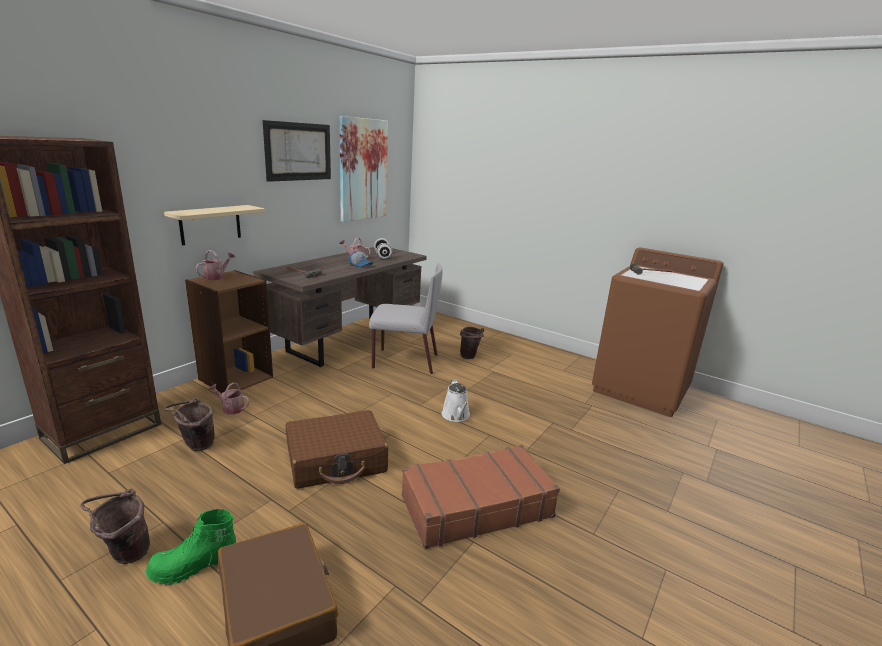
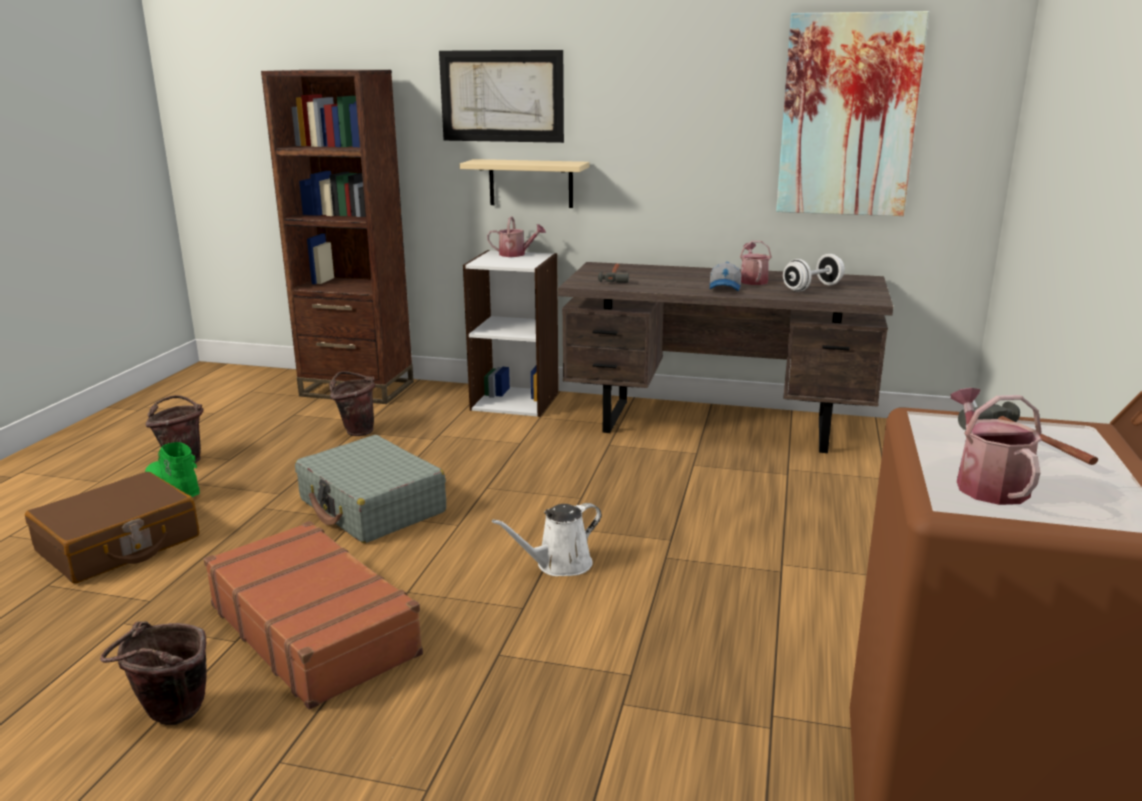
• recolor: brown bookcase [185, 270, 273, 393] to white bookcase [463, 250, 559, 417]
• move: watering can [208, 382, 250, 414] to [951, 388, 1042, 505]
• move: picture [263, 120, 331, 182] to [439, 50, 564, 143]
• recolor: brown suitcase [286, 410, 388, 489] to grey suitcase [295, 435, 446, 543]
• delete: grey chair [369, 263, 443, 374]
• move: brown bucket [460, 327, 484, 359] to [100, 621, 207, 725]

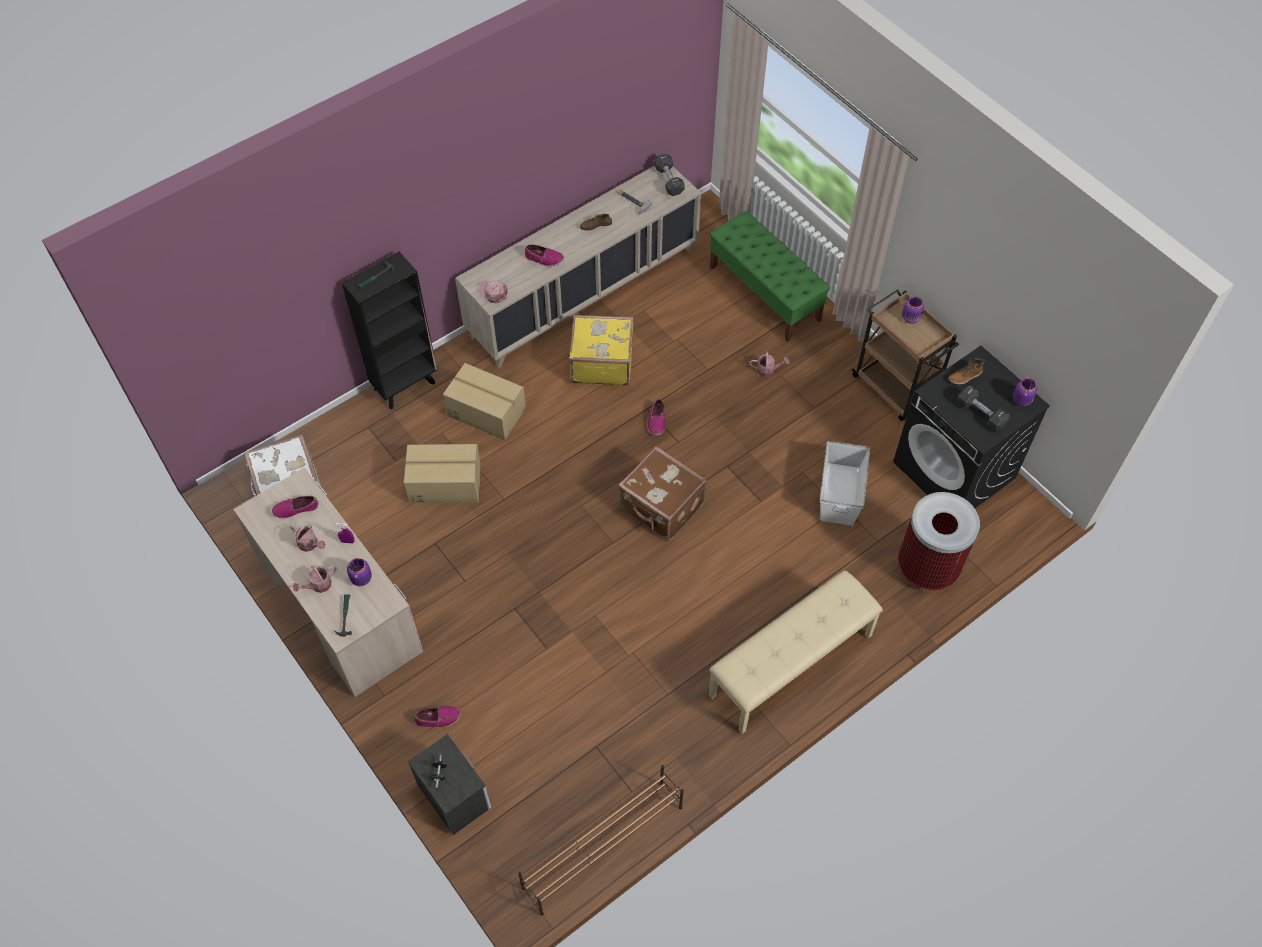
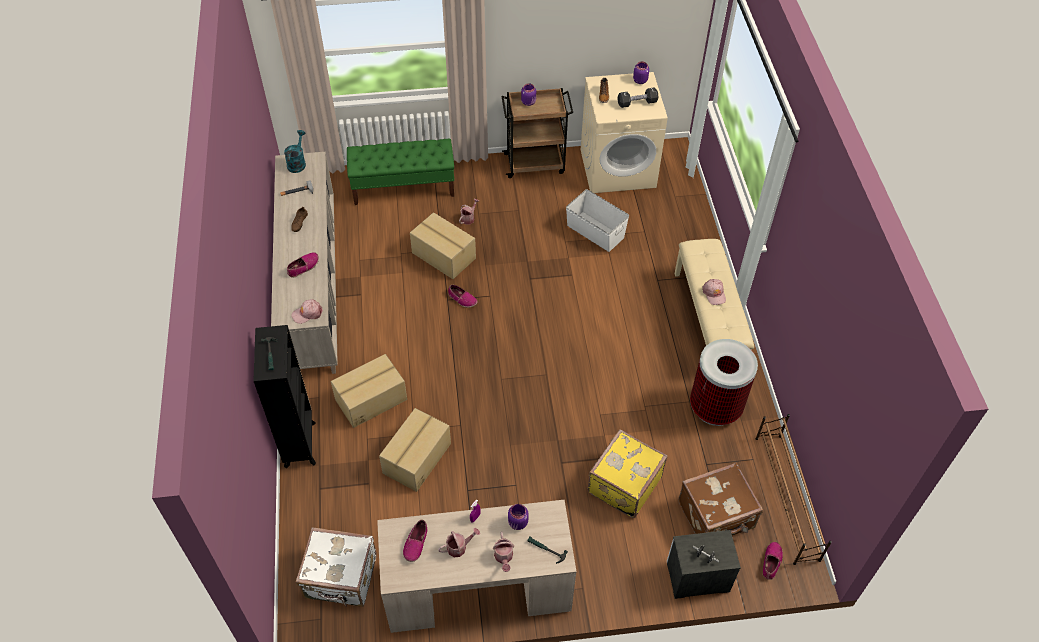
• move: shoe [415, 706, 461, 727] to [763, 542, 783, 580]
• move: yellow suitcase [569, 315, 634, 386] to [587, 429, 668, 518]
• move: brown suitcase [618, 446, 707, 541] to [678, 463, 763, 535]
• replace: black dumbbell [654, 154, 685, 196] to turquoise watering can [284, 130, 306, 173]
• recolor: black washing machine [893, 346, 1050, 508] to beige washing machine [581, 72, 668, 193]
• move: trash can [898, 492, 980, 590] to [690, 339, 758, 426]
• insert: cardboard box [410, 212, 476, 279]
• insert: pink cap [702, 279, 726, 305]

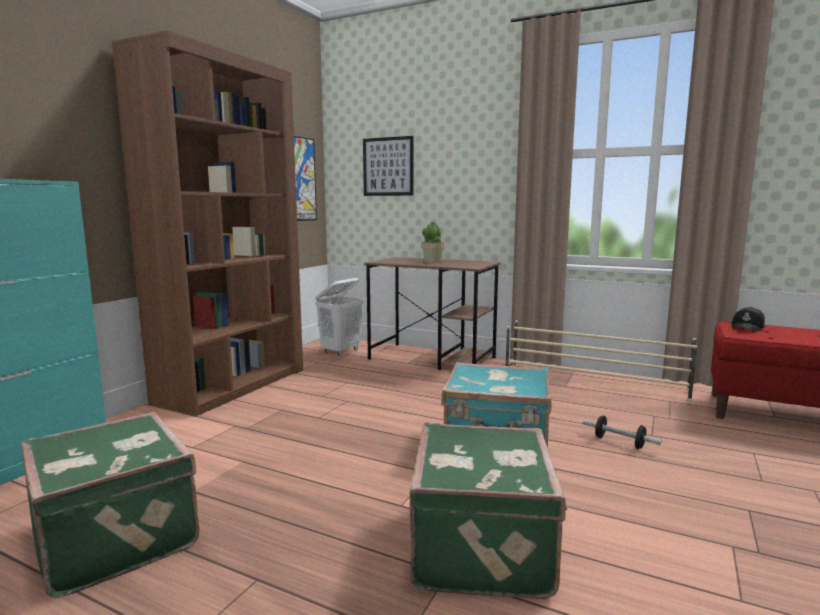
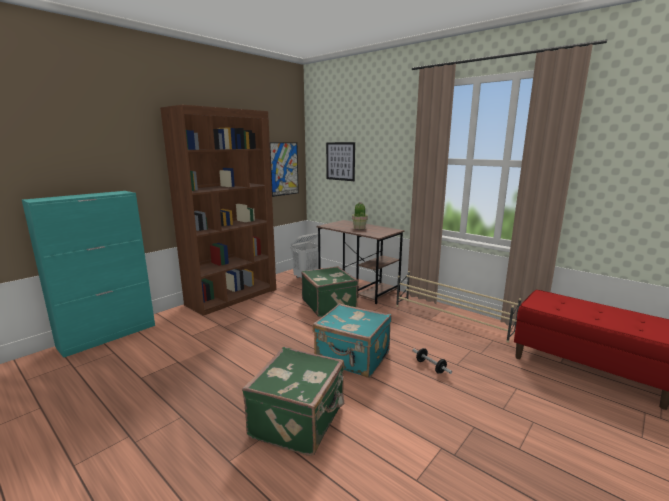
• move: green suitcase [21, 412, 199, 599] to [302, 266, 358, 317]
• delete: black cap [731, 307, 765, 332]

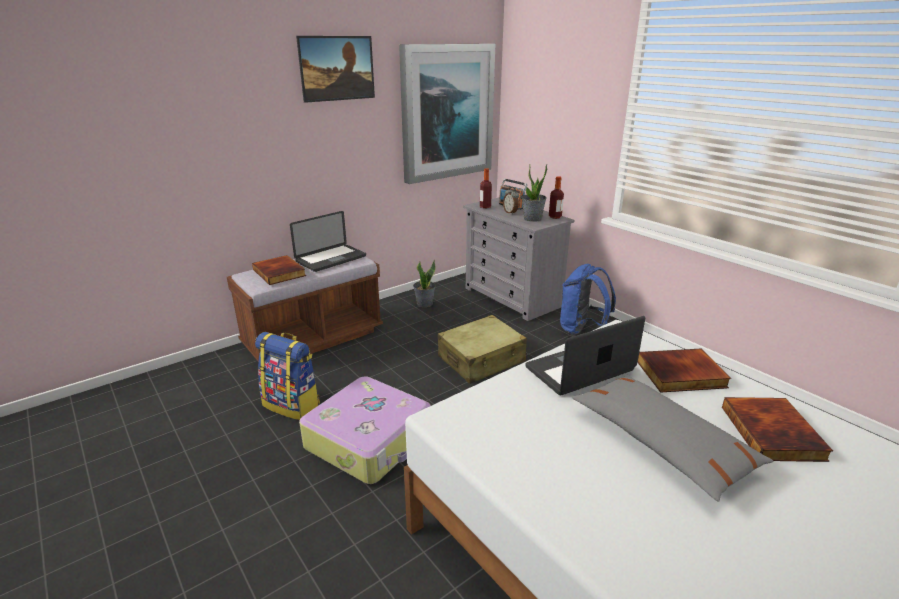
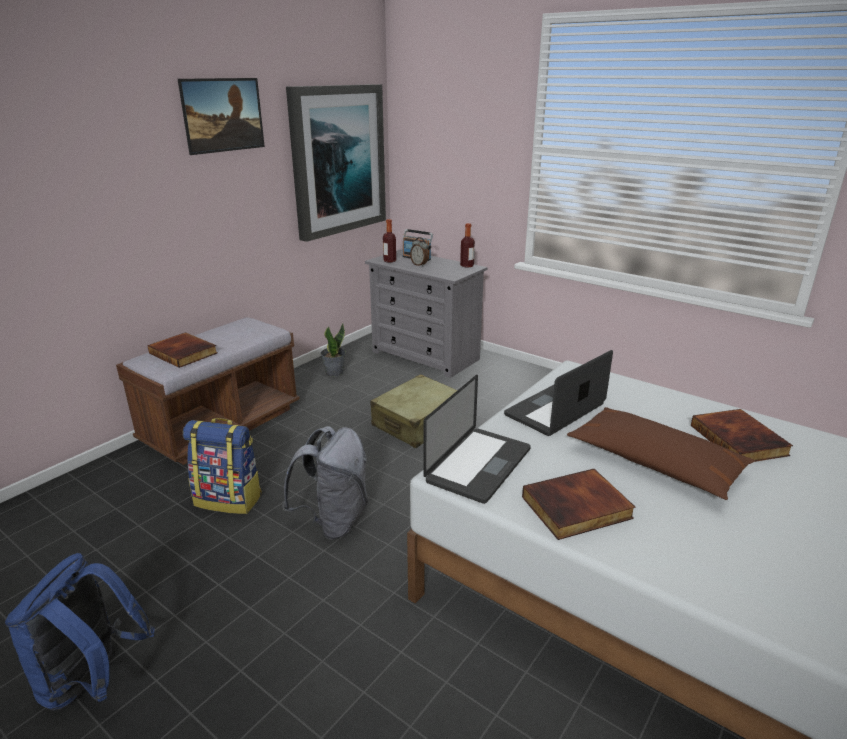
• move: laptop [290, 211, 366, 272] to [423, 375, 531, 504]
• replace: suitcase [299, 377, 431, 484] to grey backpack [282, 426, 368, 539]
• delete: potted plant [522, 165, 547, 222]
• move: blue backpack [560, 264, 616, 335] to [5, 553, 155, 711]
• recolor: grey pillow [572, 375, 774, 502] to brown pillow [567, 407, 755, 500]
• move: book [637, 349, 731, 393] to [522, 469, 635, 540]

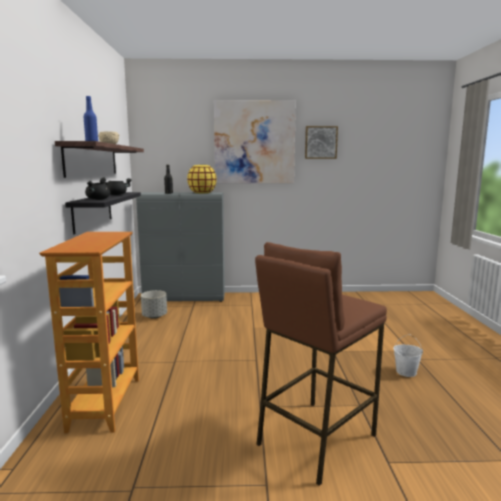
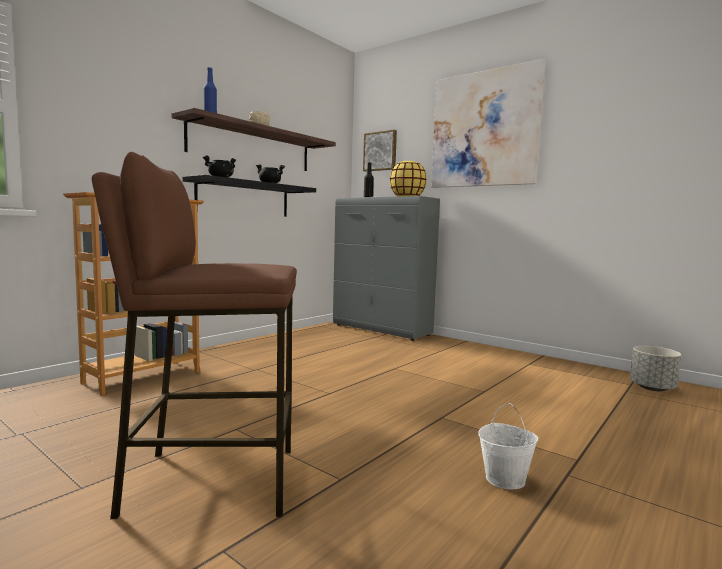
• move: grey planter [141, 290, 167, 319] to [630, 346, 681, 391]
• move: picture [305, 126, 338, 159] to [363, 130, 397, 172]

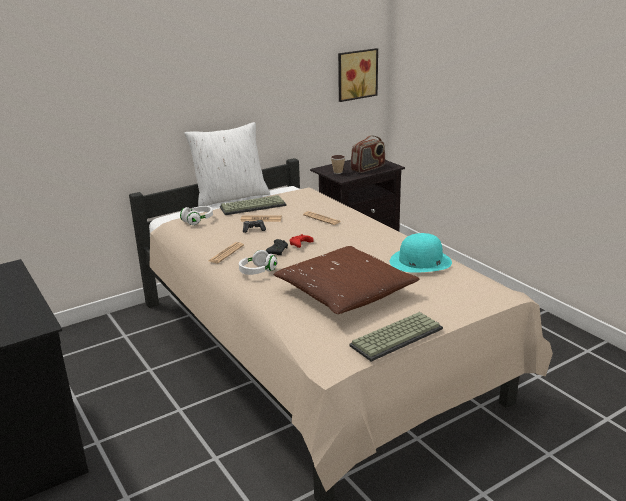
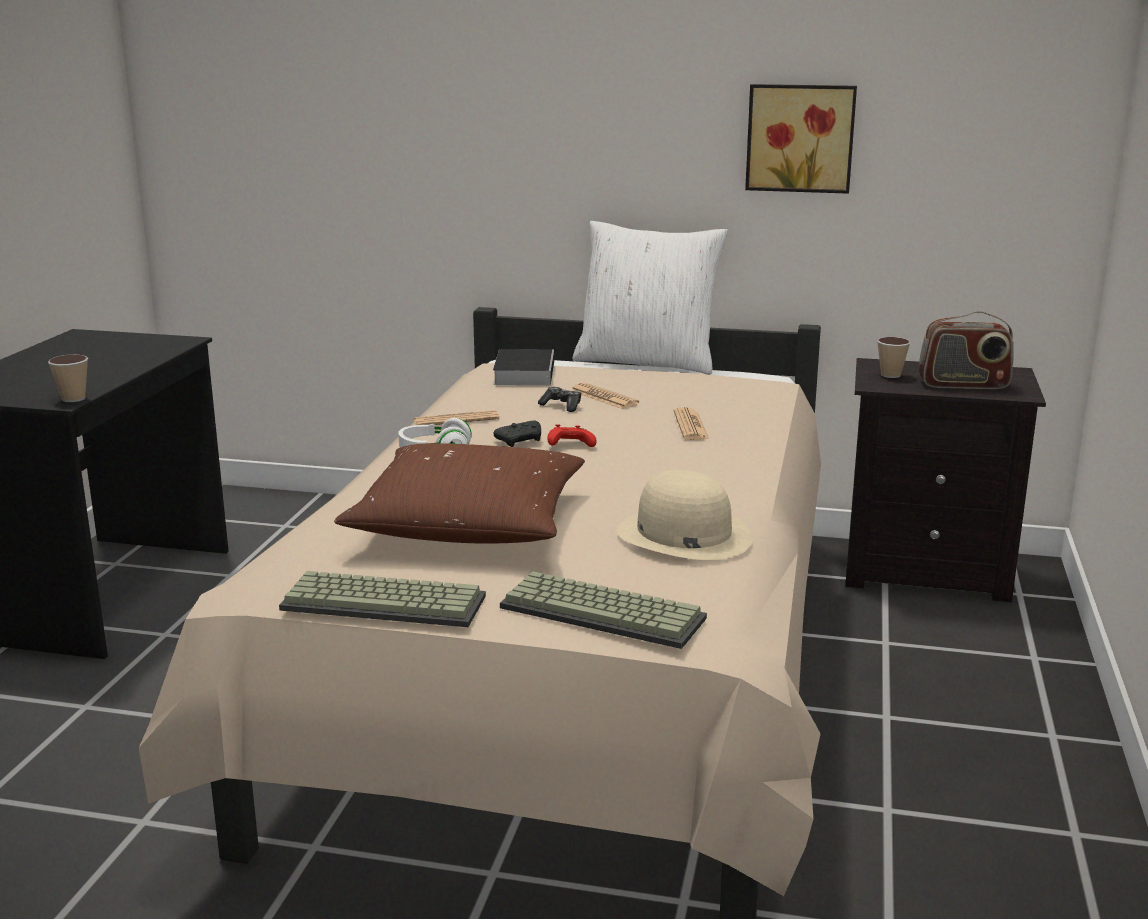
• replace: white headphones [180, 206, 213, 225] to book [493, 349, 554, 385]
• move: keyboard [220, 195, 287, 215] to [500, 571, 707, 649]
• move: picture [338, 48, 378, 102] to [745, 84, 857, 194]
• recolor: turquoise hat [390, 233, 452, 272] to beige hat [616, 470, 753, 560]
• insert: cup [48, 355, 88, 402]

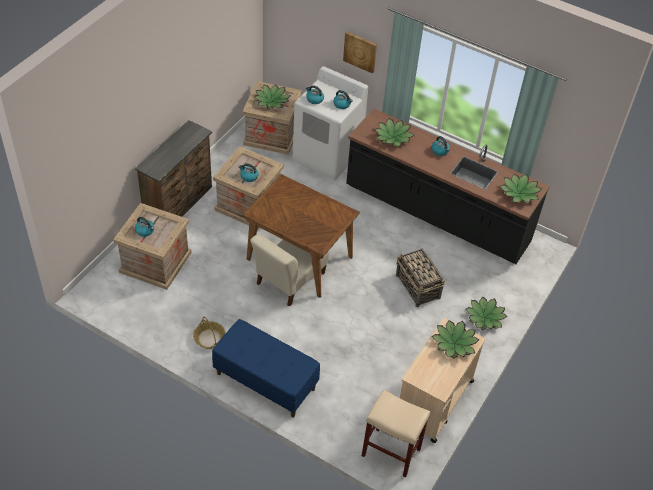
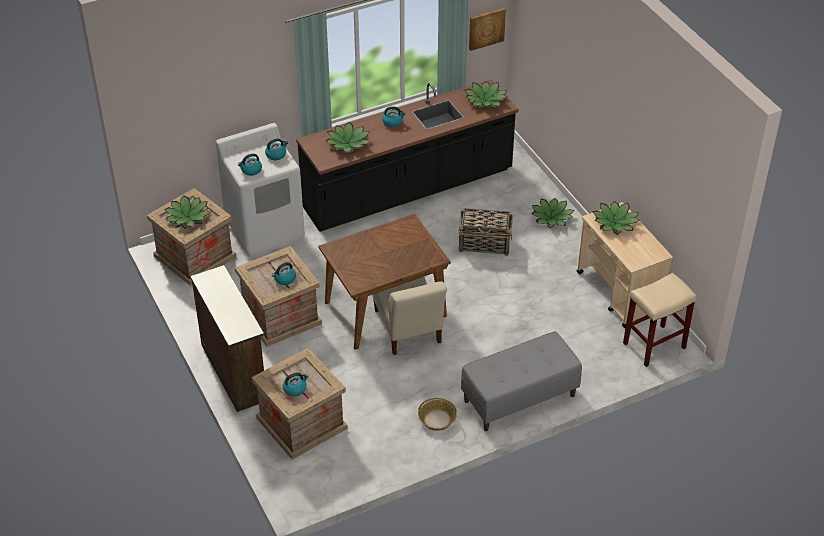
• recolor: blue bench [212, 319, 320, 418] to grey bench [461, 331, 582, 431]
• move: picture [343, 32, 377, 74] to [469, 8, 506, 51]

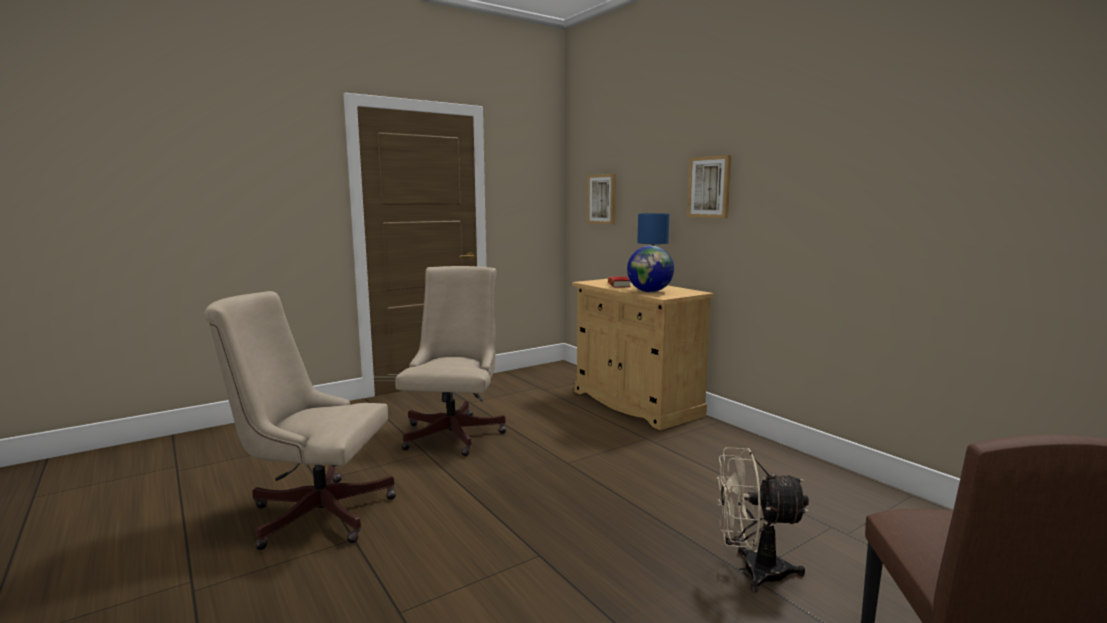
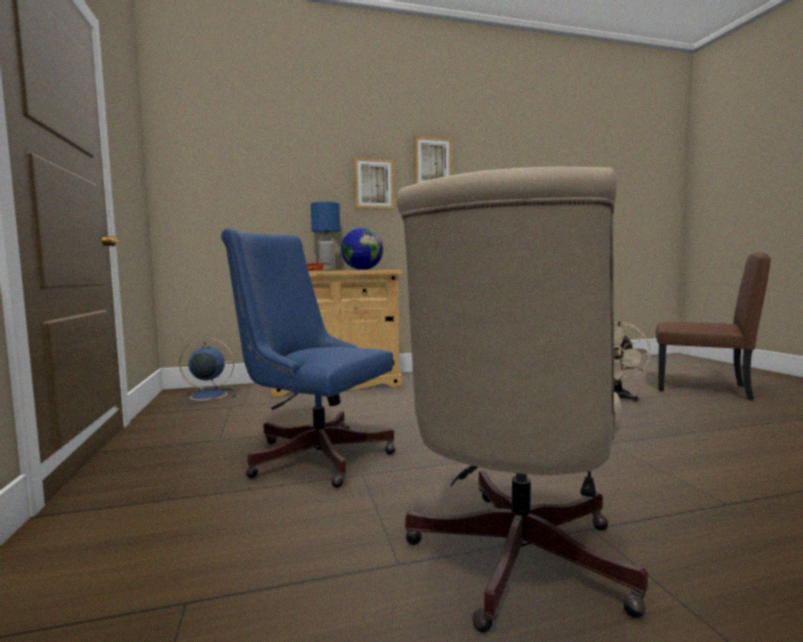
• recolor: beige office chair [395, 266, 507, 456] to blue office chair [221, 229, 396, 488]
• move: picture [587, 174, 616, 225] to [414, 136, 452, 184]
• insert: blue fan [179, 338, 236, 404]

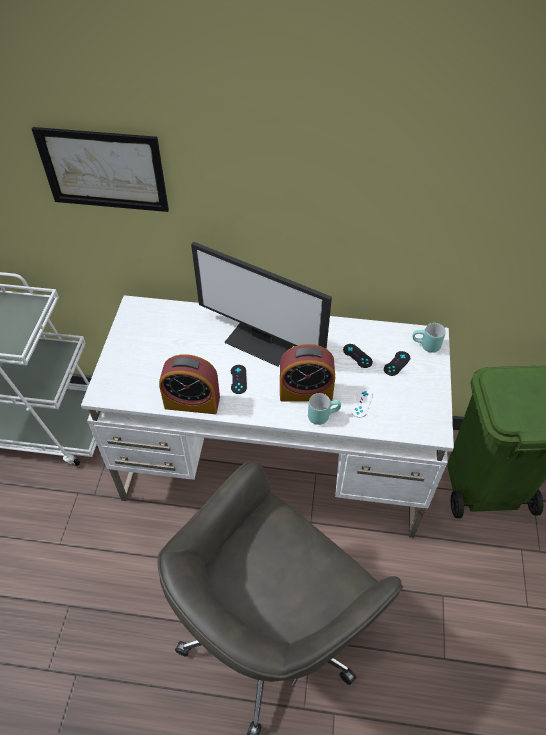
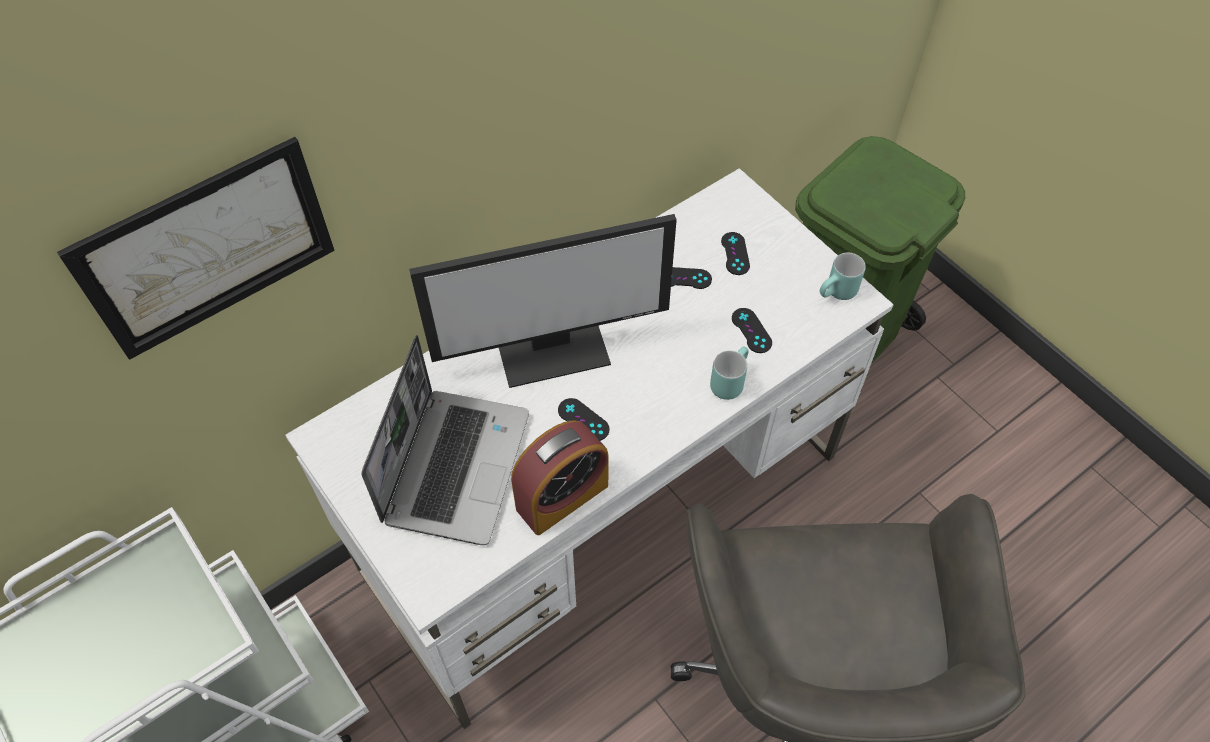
• delete: alarm clock [280, 344, 335, 402]
• recolor: white game controller [351, 388, 373, 418] to black game controller [732, 308, 772, 353]
• move: turquoise mug [413, 323, 446, 353] to [820, 253, 866, 300]
• insert: laptop [362, 335, 529, 545]

